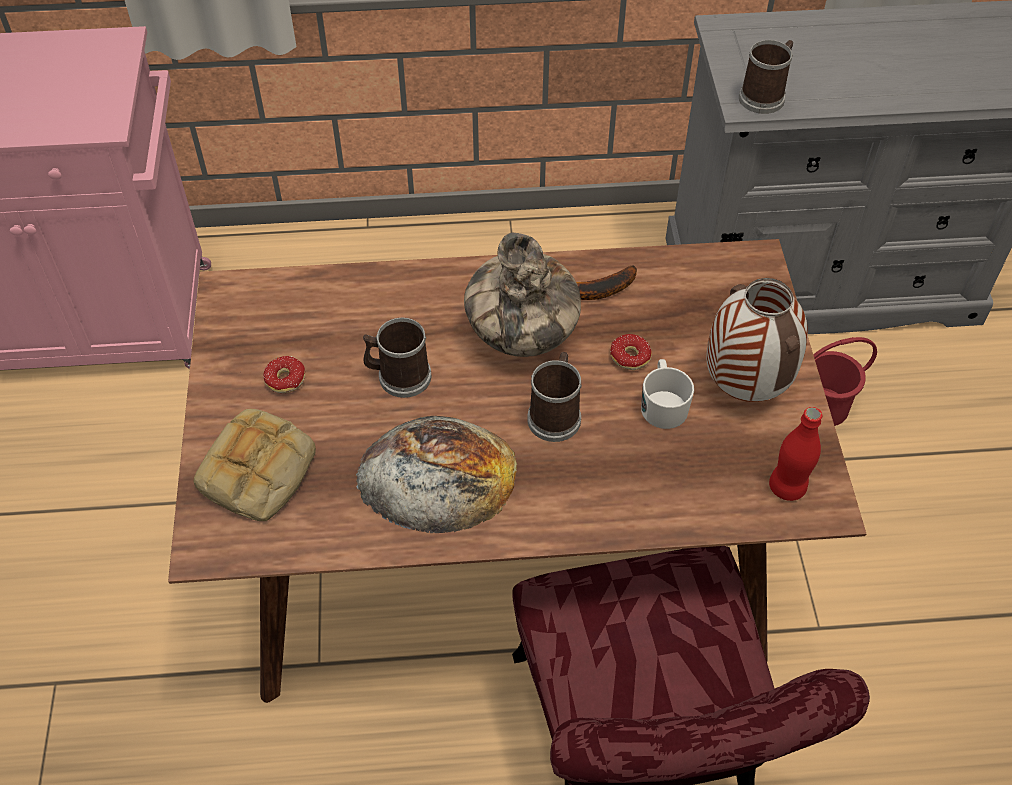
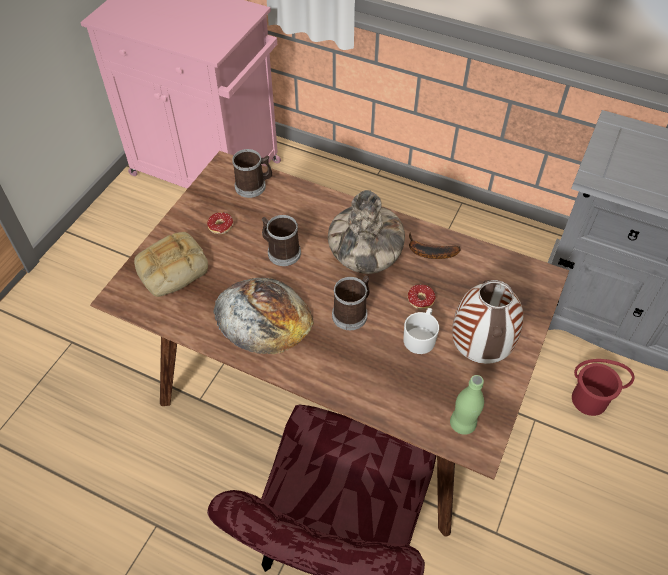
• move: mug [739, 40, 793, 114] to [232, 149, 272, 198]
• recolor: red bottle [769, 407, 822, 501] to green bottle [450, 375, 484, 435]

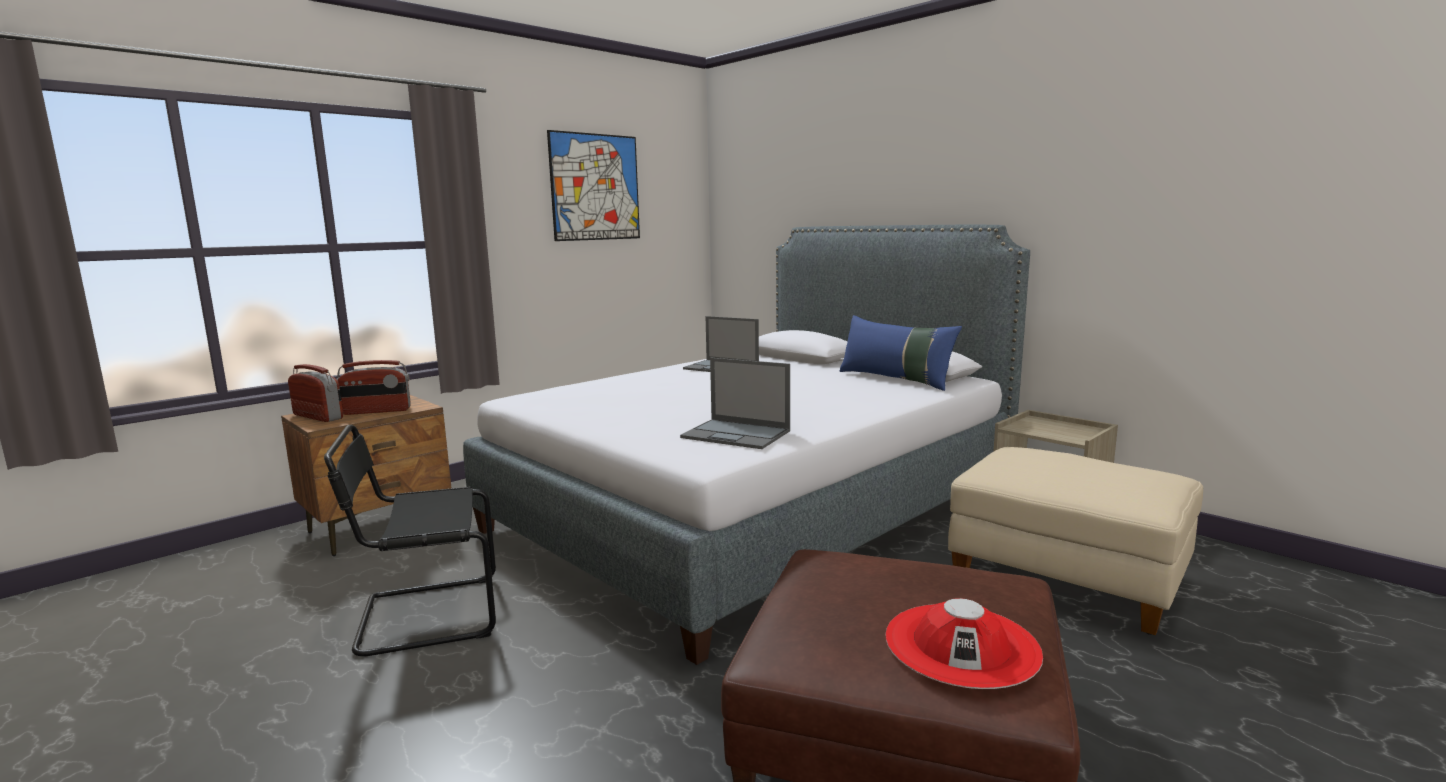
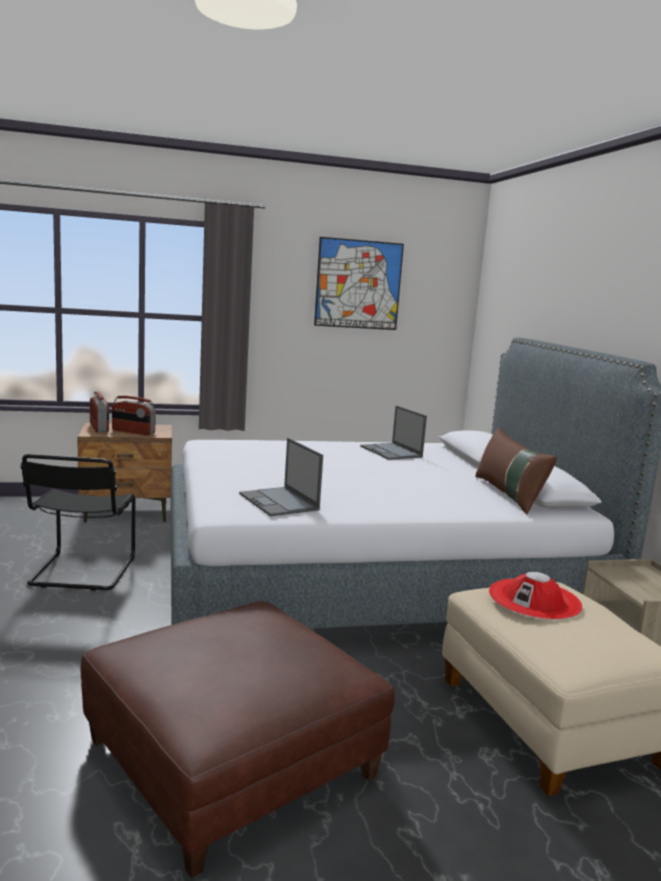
• rotate: black chair [324, 425, 496, 657] = [20, 454, 135, 590] 105 degrees counterclockwise
• recolor: blue pillow [839, 315, 962, 391] to brown pillow [475, 428, 557, 514]
• move: red hat [885, 598, 1043, 689] to [489, 572, 583, 620]

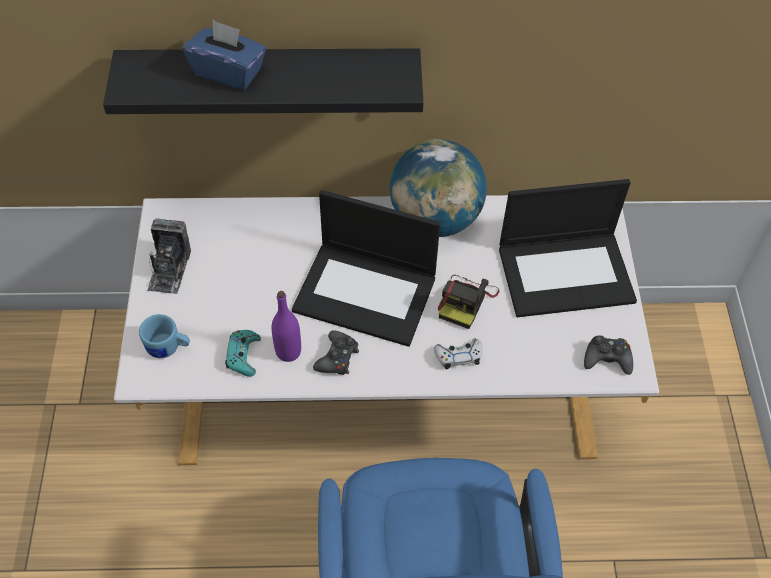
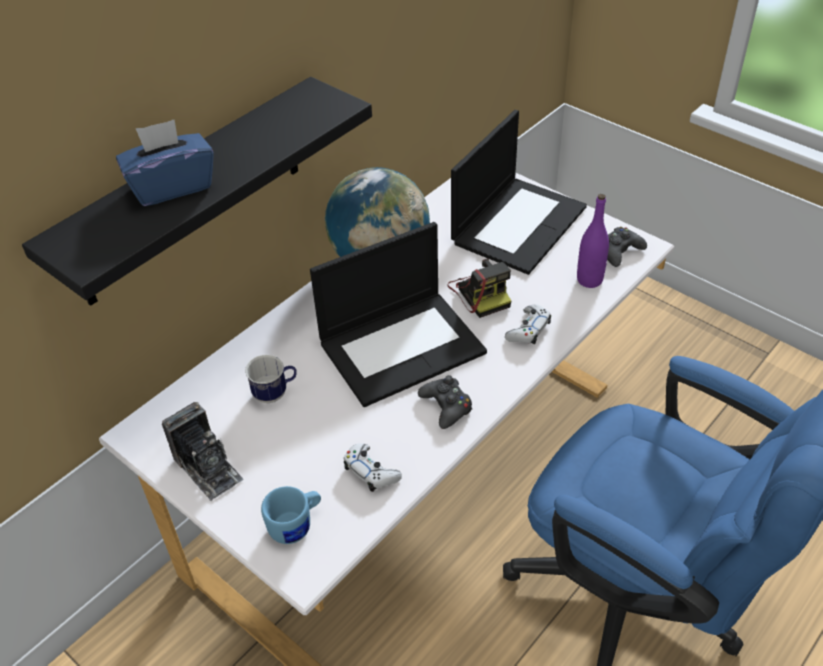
• recolor: turquoise game controller [225, 330, 261, 377] to white game controller [343, 443, 402, 492]
• move: purple bottle [271, 291, 301, 362] to [577, 194, 609, 288]
• insert: mug [245, 355, 297, 403]

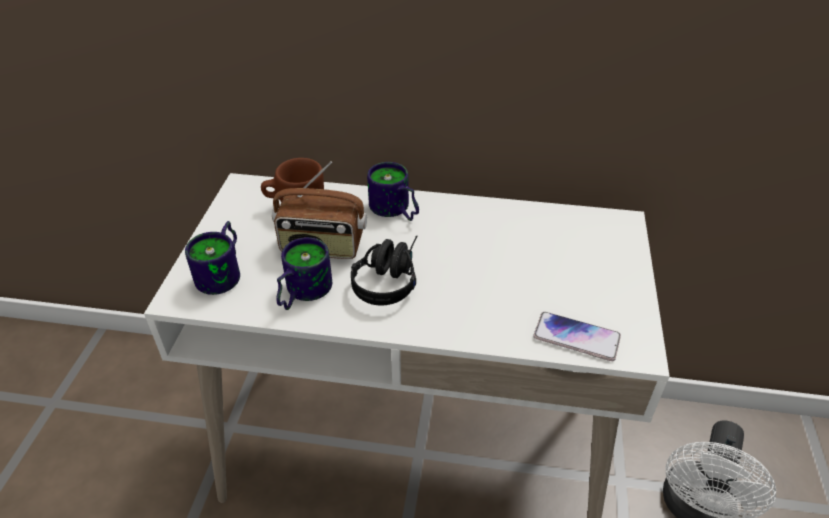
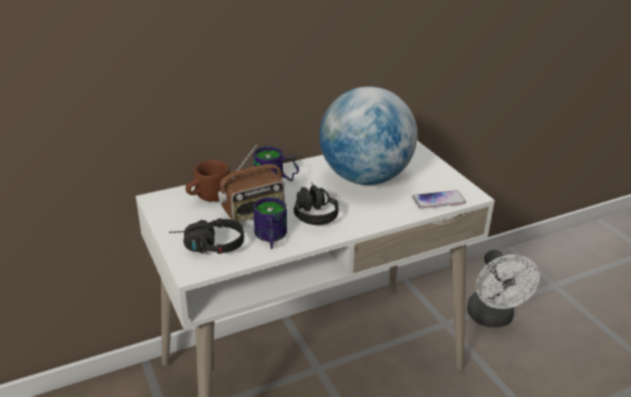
• replace: mug [185, 221, 240, 295] to black headphones [169, 218, 244, 254]
• insert: globe [319, 86, 417, 185]

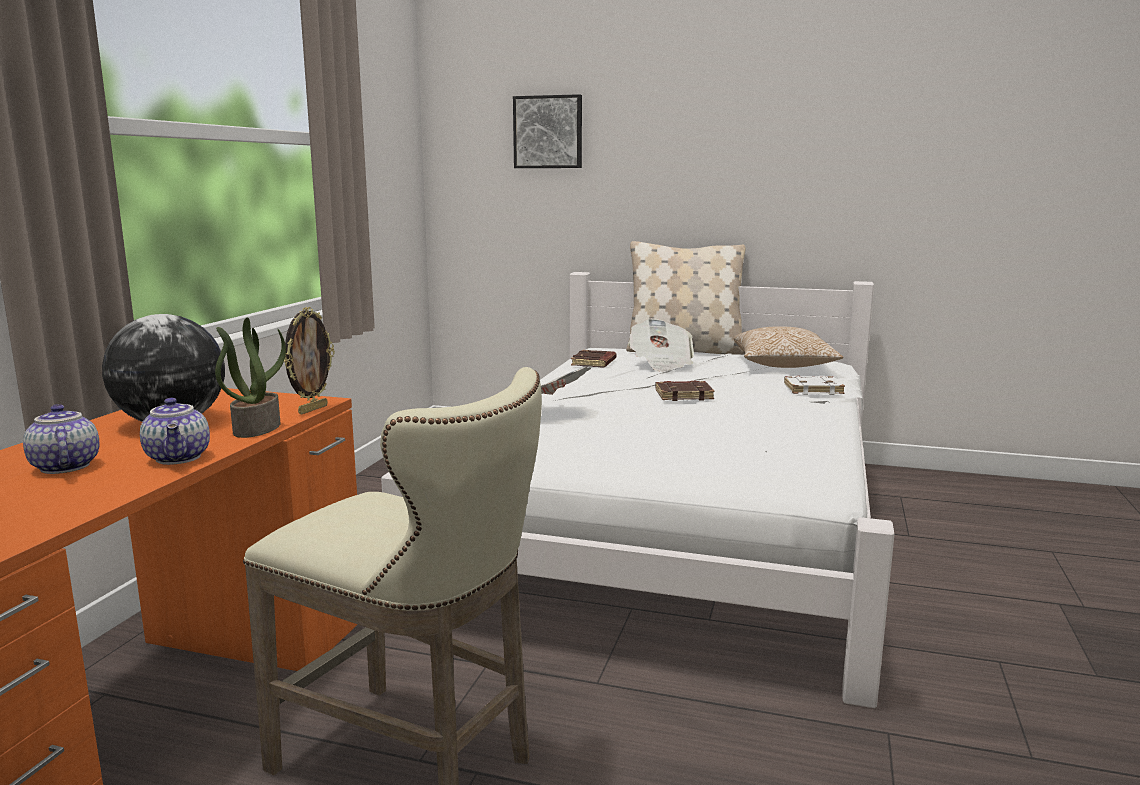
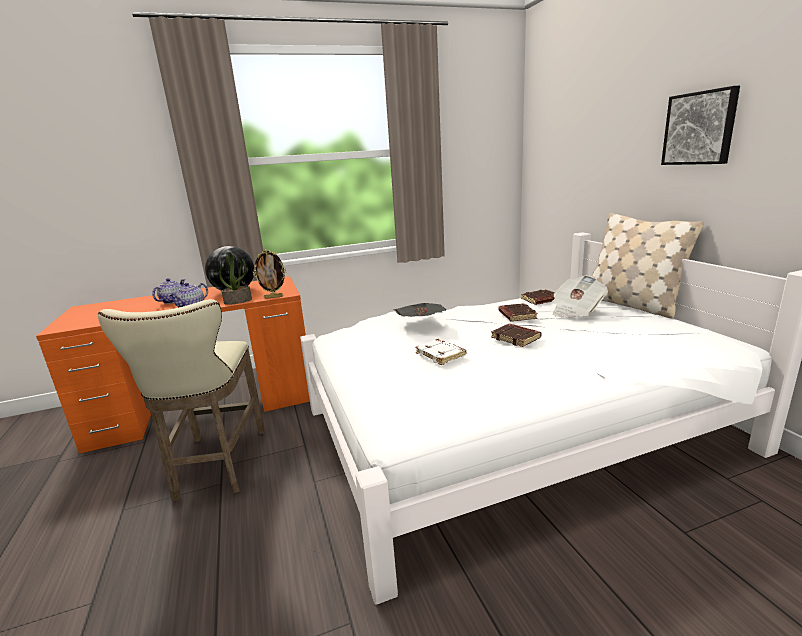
• move: picture [513, 94, 582, 168] to [661, 86, 740, 165]
• delete: pillow [734, 327, 843, 368]
• move: white book [784, 376, 845, 395] to [415, 339, 467, 365]
• insert: brown book [498, 303, 538, 322]

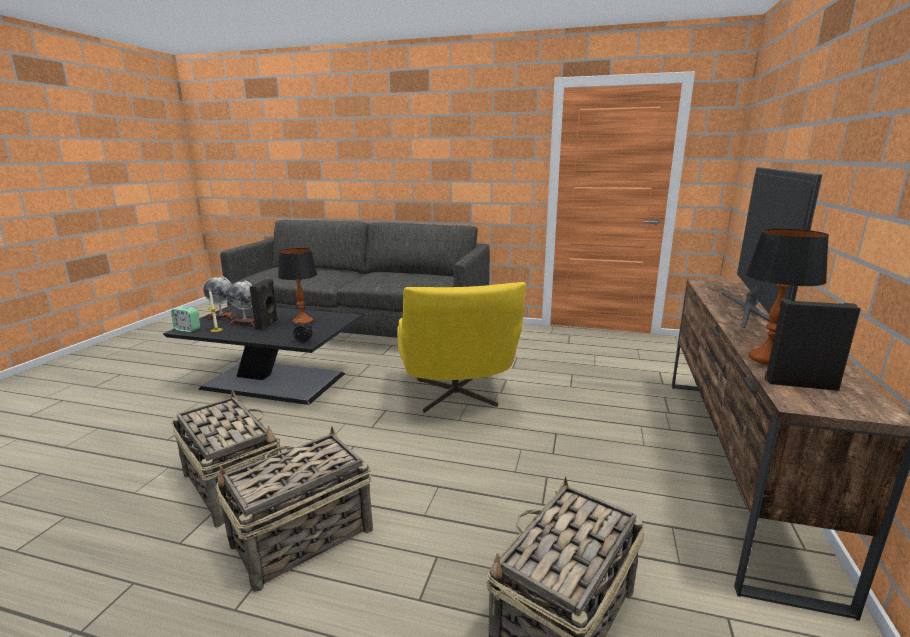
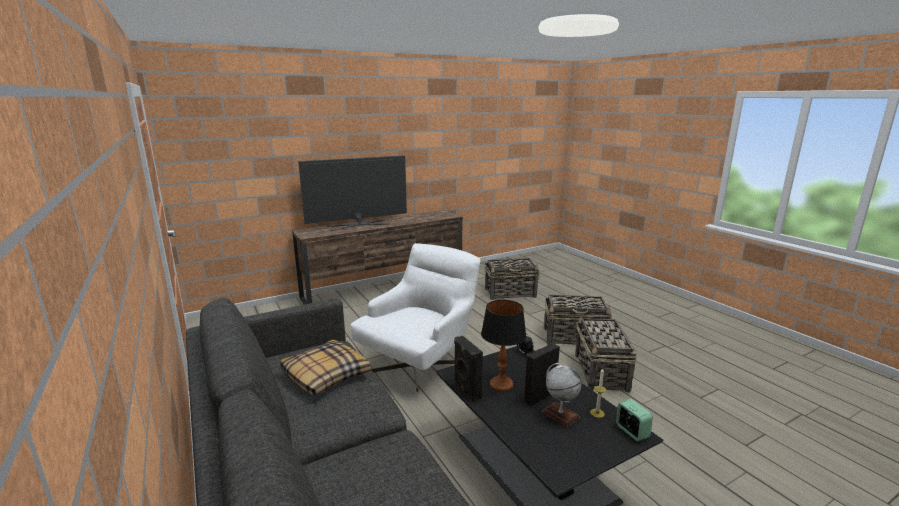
• delete: globe [203, 276, 236, 320]
• recolor: yellow armchair [397, 282, 526, 413] to white armchair [351, 243, 480, 392]
• delete: table lamp [746, 229, 829, 365]
• move: black speaker [764, 299, 861, 391] to [454, 336, 483, 402]
• insert: pillow [280, 340, 371, 396]

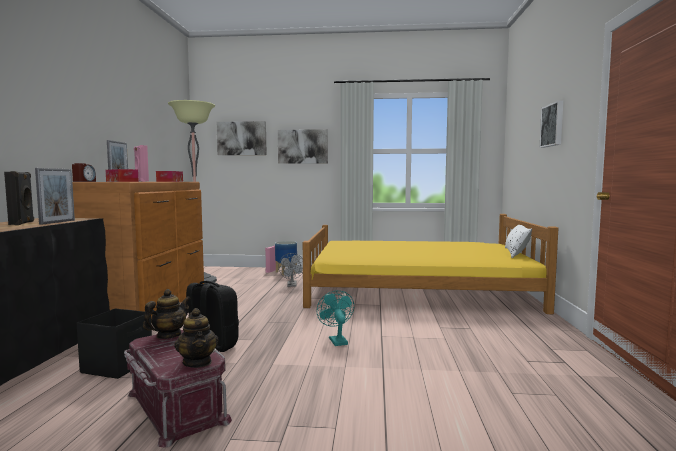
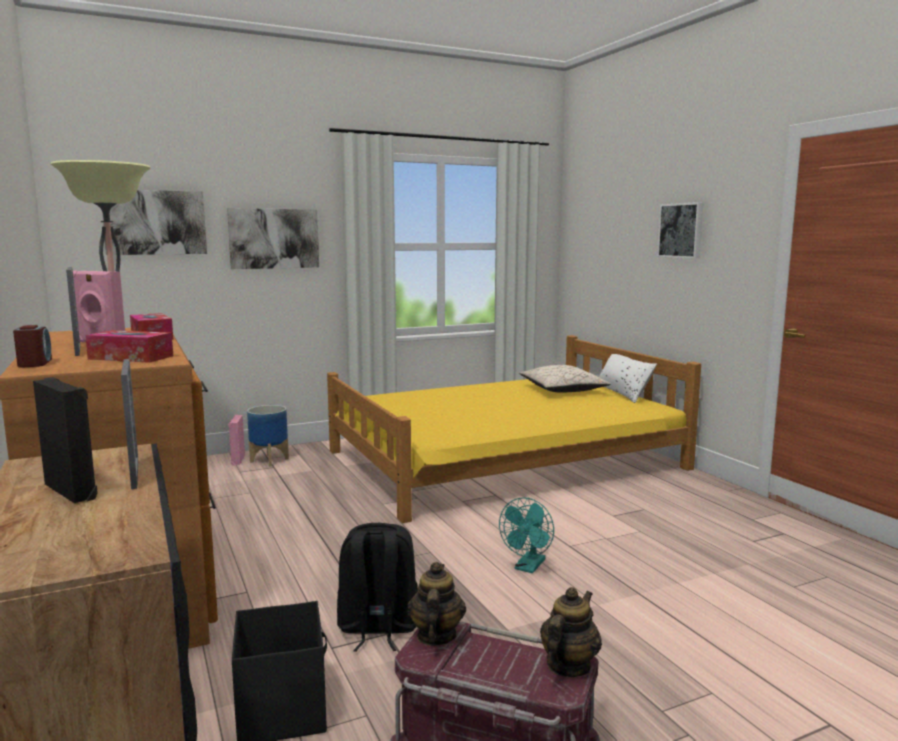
• rotate: teapot [174, 308, 219, 368] = [540, 587, 602, 677] 90 degrees counterclockwise
• delete: grey fan [278, 253, 303, 287]
• rotate: turquoise fan [316, 291, 354, 346] = [499, 497, 554, 573] 105 degrees counterclockwise
• insert: beige pillow [519, 365, 611, 393]

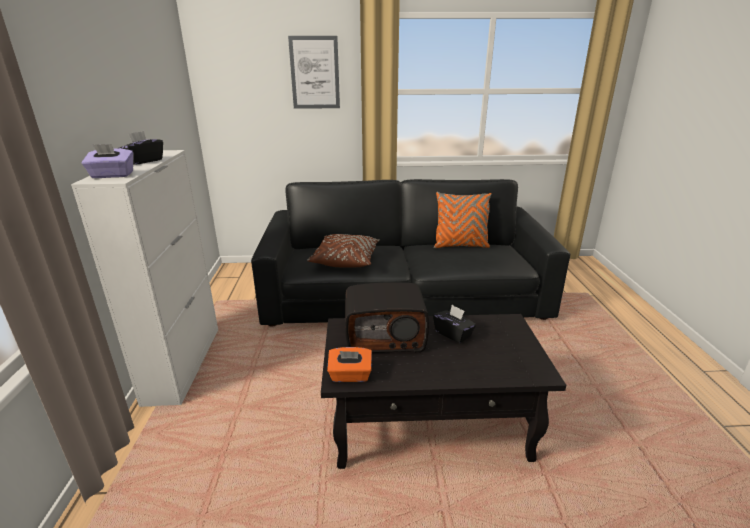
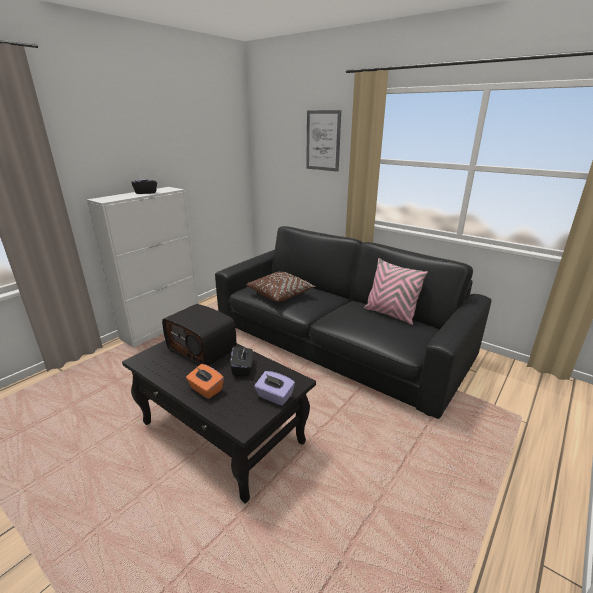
• move: purple tissue box [81, 144, 133, 178] to [254, 371, 295, 406]
• move: orange tissue box [327, 347, 372, 382] to [186, 364, 224, 399]
• recolor: orange pillow [434, 192, 492, 248] to pink pillow [364, 258, 428, 325]

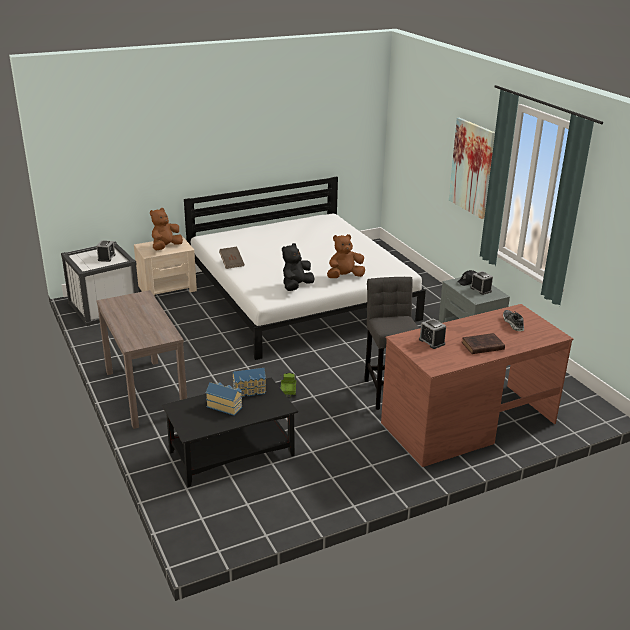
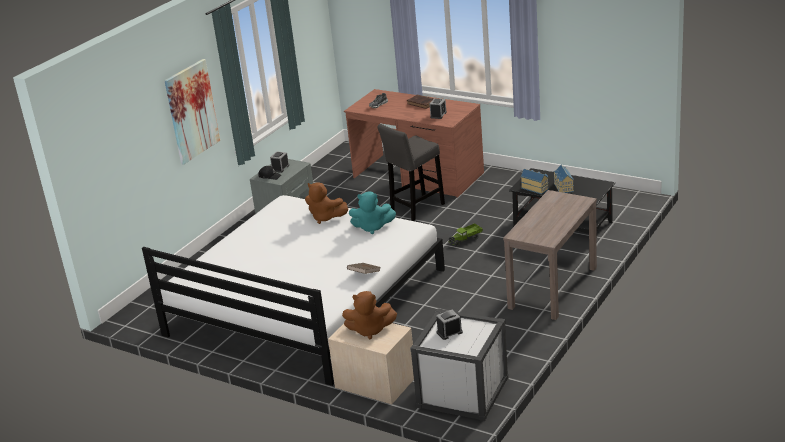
• recolor: black plush toy [282, 243, 314, 291] to turquoise plush toy [349, 191, 396, 234]

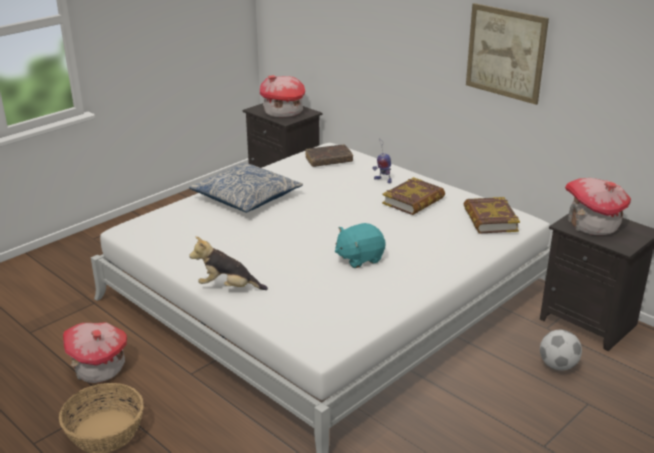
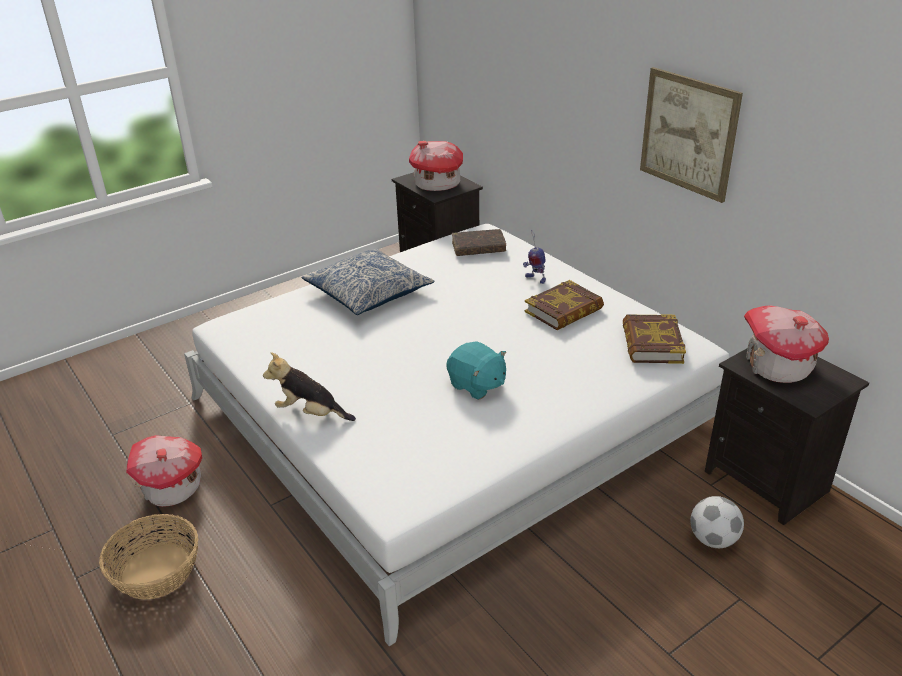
• rotate: turquoise plush toy [335, 223, 386, 268] = [446, 341, 506, 400] 120 degrees counterclockwise

